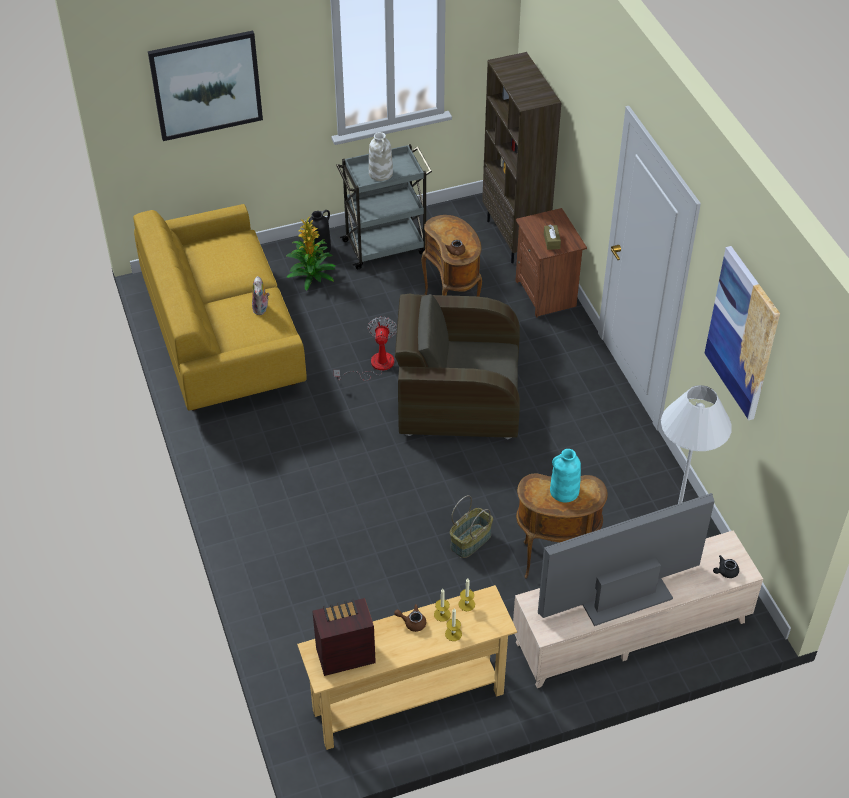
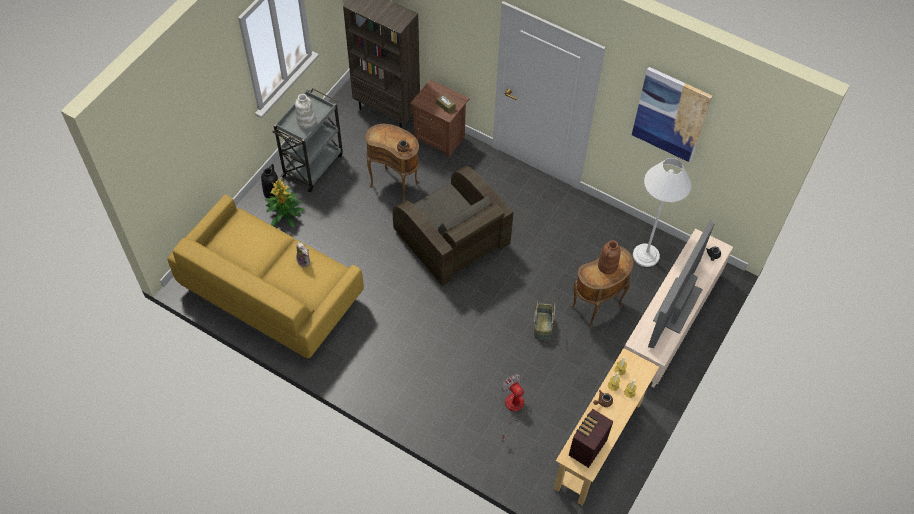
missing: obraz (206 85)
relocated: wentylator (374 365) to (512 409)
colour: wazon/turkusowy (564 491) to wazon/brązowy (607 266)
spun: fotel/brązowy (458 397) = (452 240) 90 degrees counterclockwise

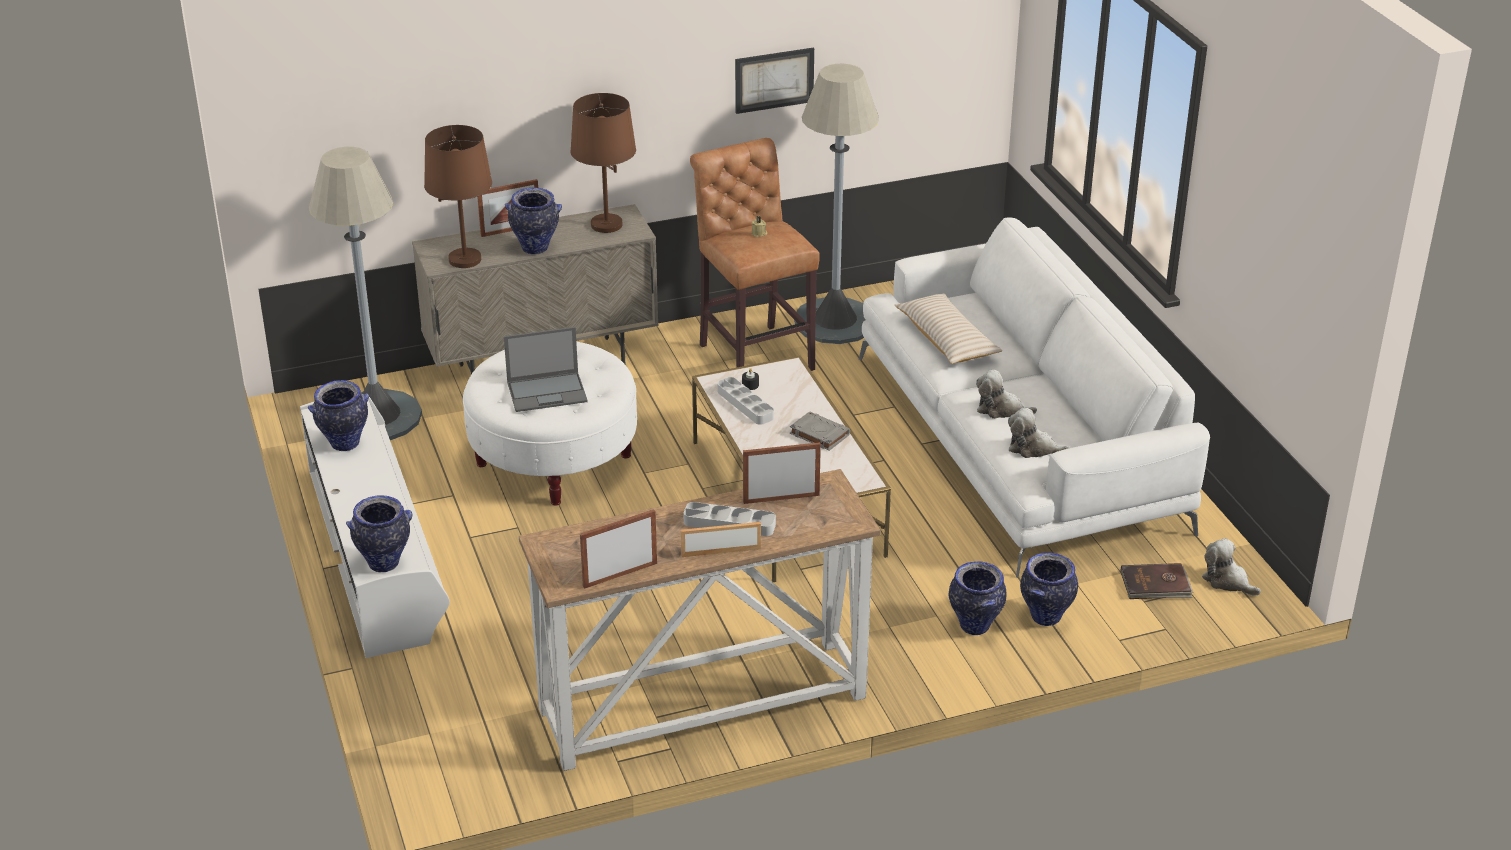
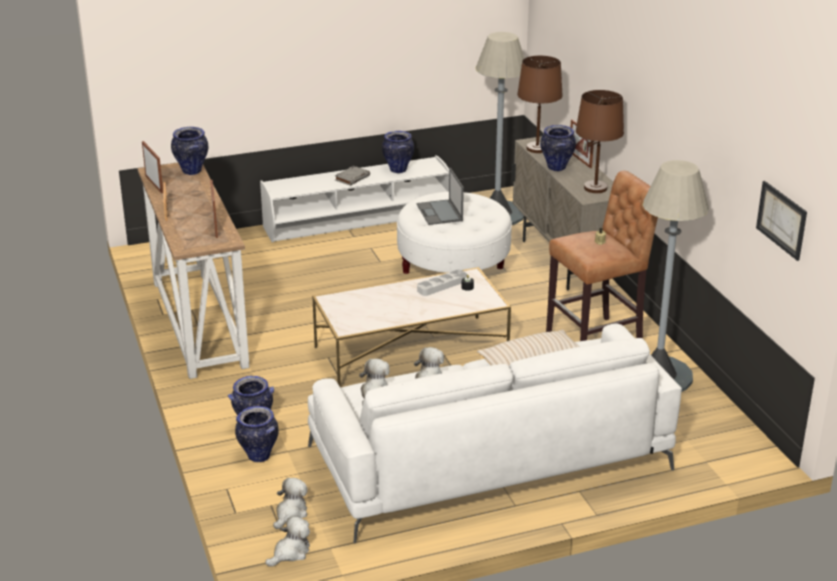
missing: taca/szary (729 523)
relocated: obraz (774 80) to (782 220); książka/szary (818 434) to (352 178); wazon (384 563) to (192 171)
exchanged: książka/brązowy (1156 585) to pluszak (290 513)

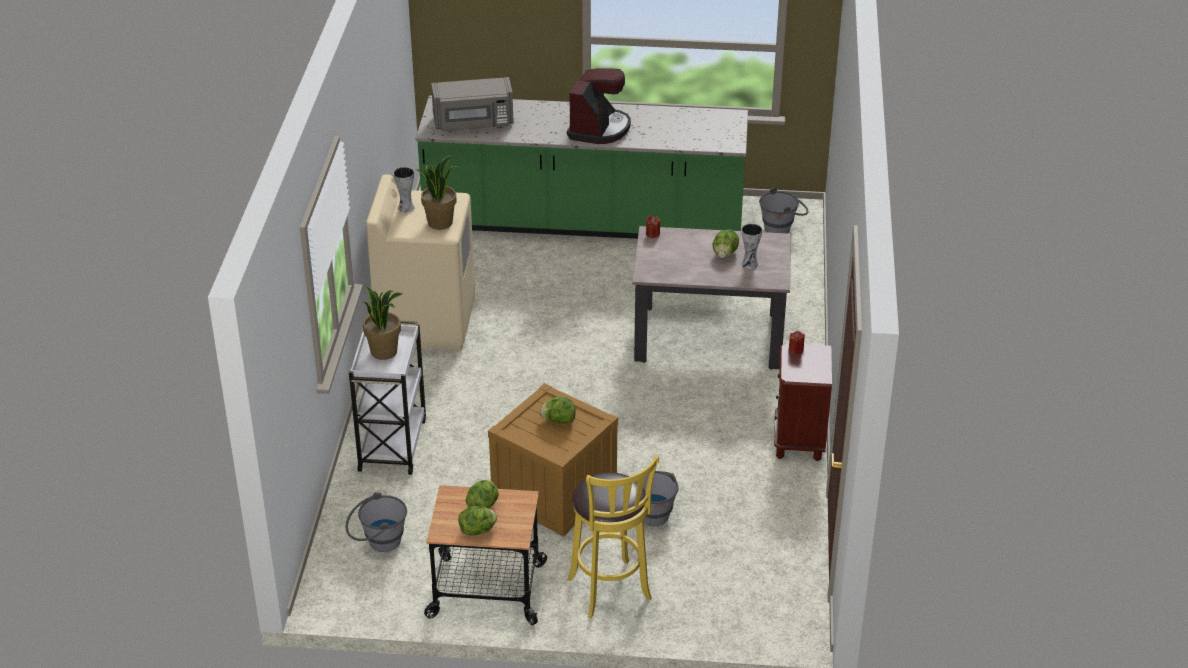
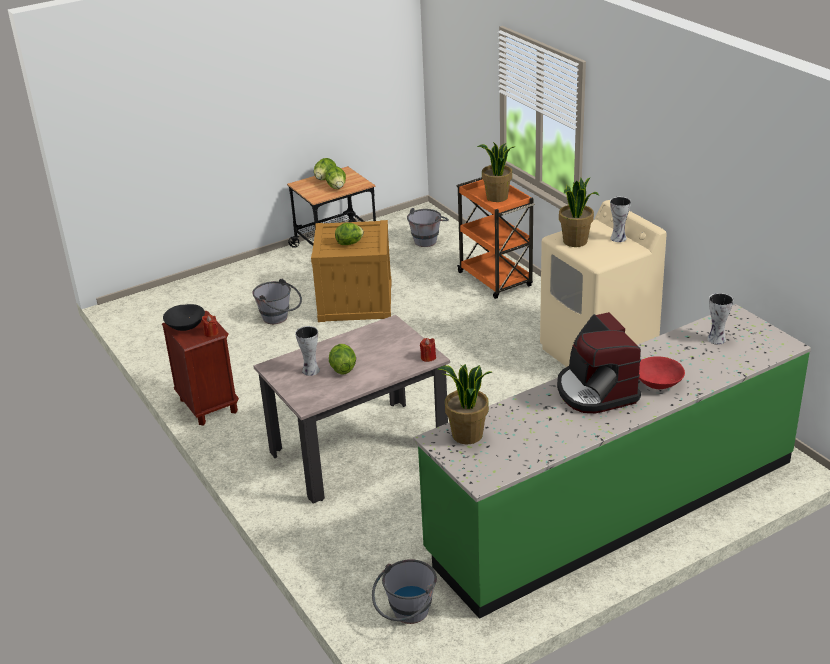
missing: stołek/żółty (611 592)
appeared: miska/czarny (185 326); miska/czerwony (658 383); roślina doniczkowa (467 435)
exchanged: mikrofalówka/szary (473 123) to wazon (716 340)
colour: wózek/biały (392 443) to wózek/pomarańczowy (496 280)

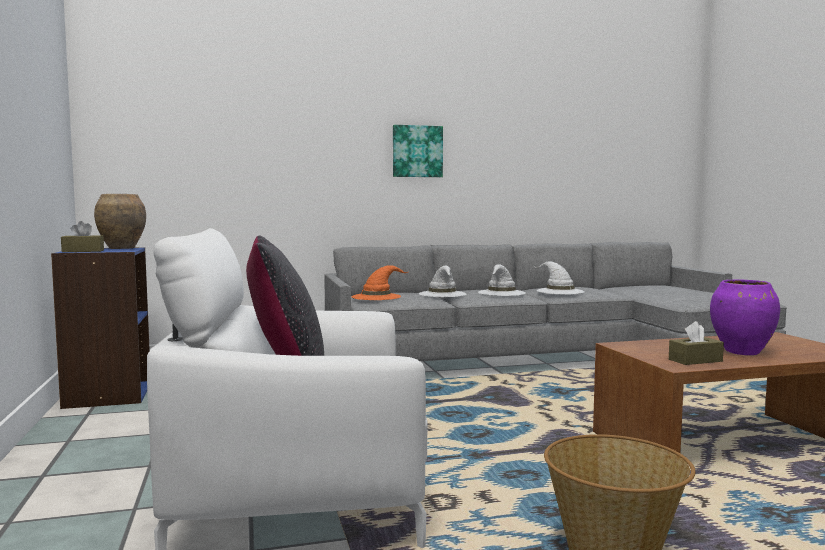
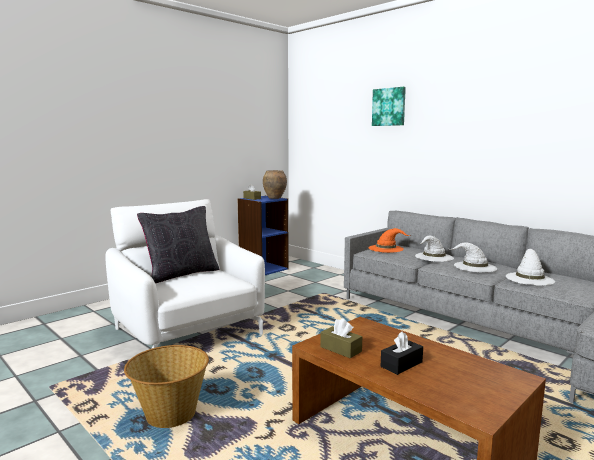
relocated: obraz (417 151) to (389 107)
exchanged: wazon/fioletowy (743 352) to pudełko chusteczek/czarny (401 364)

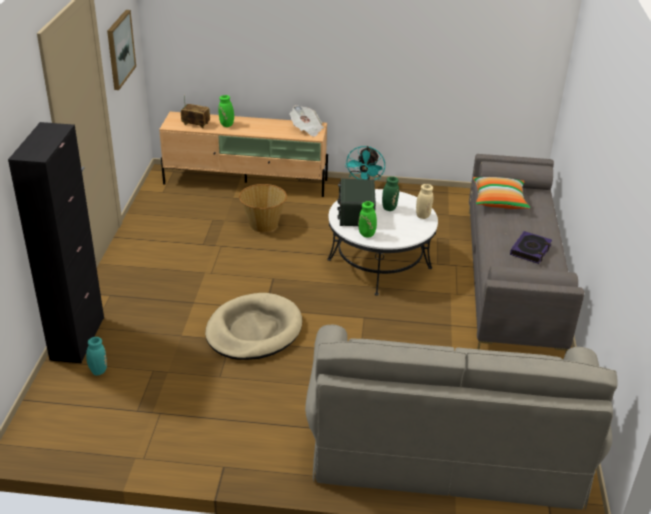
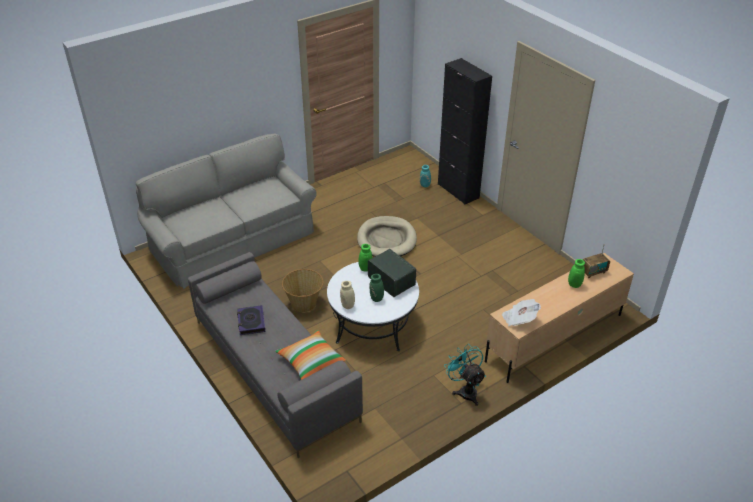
missing: obraz (120 49)
relocated: koszyk (263 224) to (304 303)

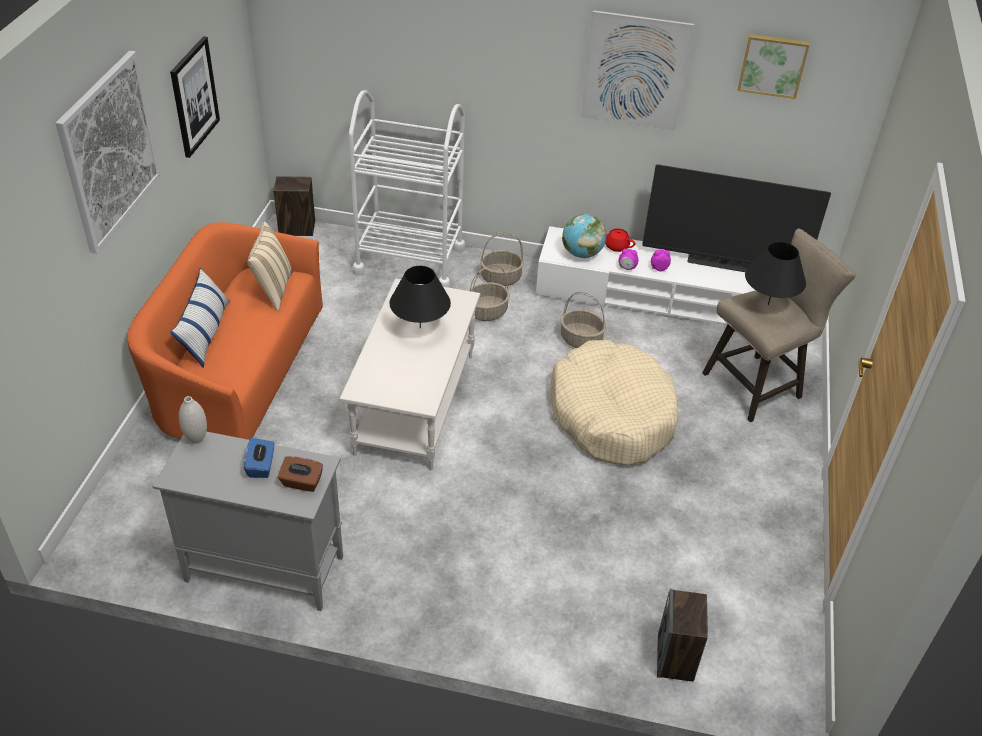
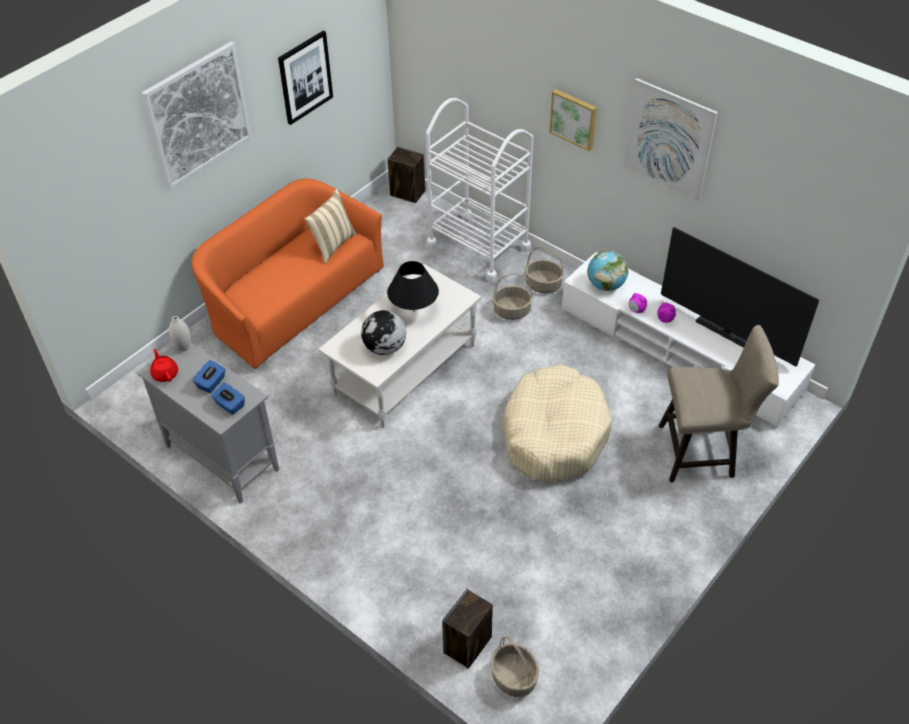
missing: lampa stołowa/czarny (768 304); poduszka (205 332)
appeared: globus (384 348)
relocated: obraz (772 65) to (574 118); imbryk/czerwony (616 246) to (165 374); koszyk (581 339) to (514 678)
colour: pudełko chusteczek/brązowy (301 483) to pudełko chusteczek/niebieski (229 405)

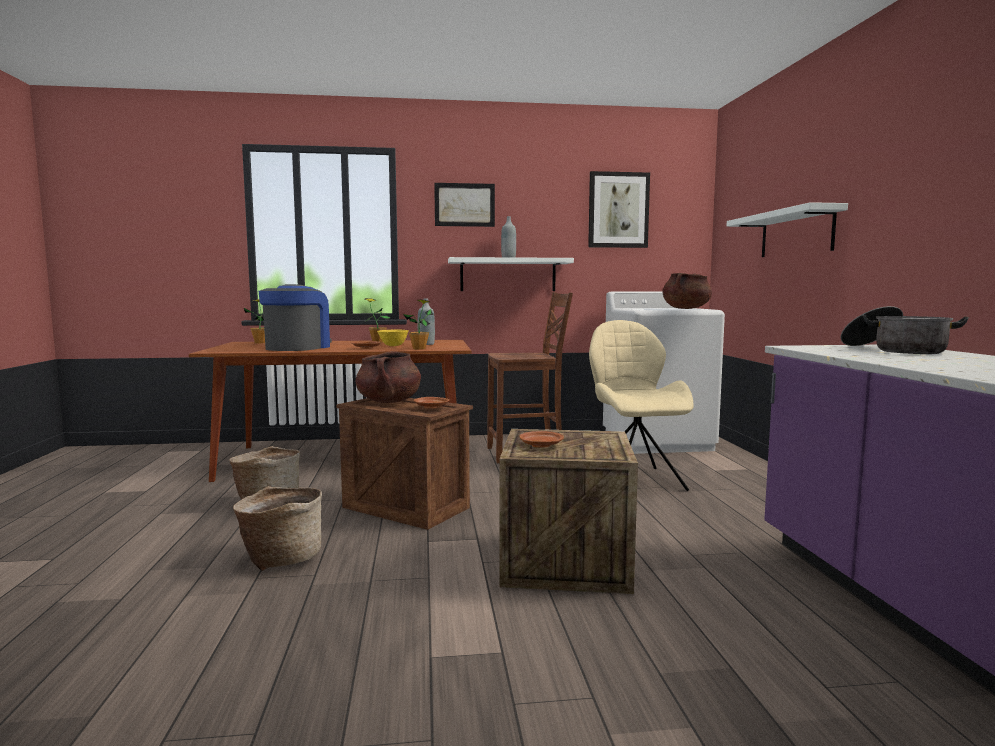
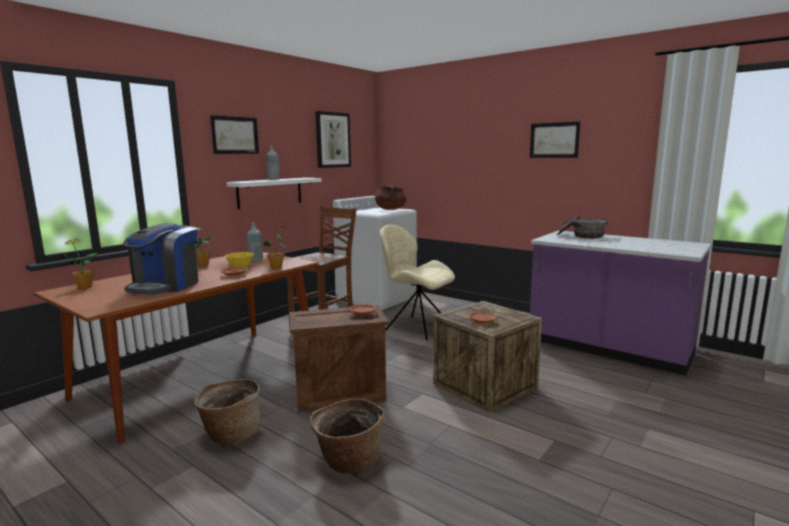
missing: półka/biały (796 233); garnek/brązowy (389 402)
appeared: obraz (554 140)
spun: ekspres do kawy (298 347) = (166 286) 135 degrees counterclockwise

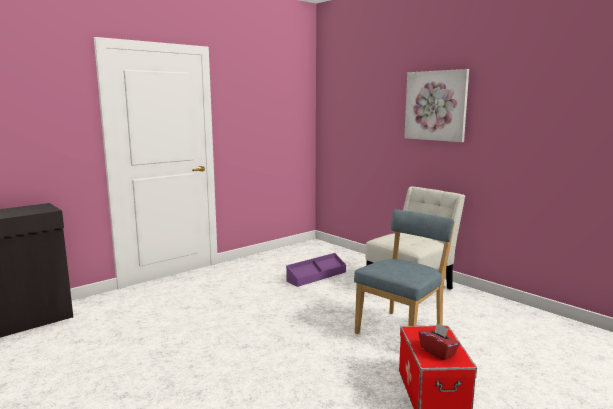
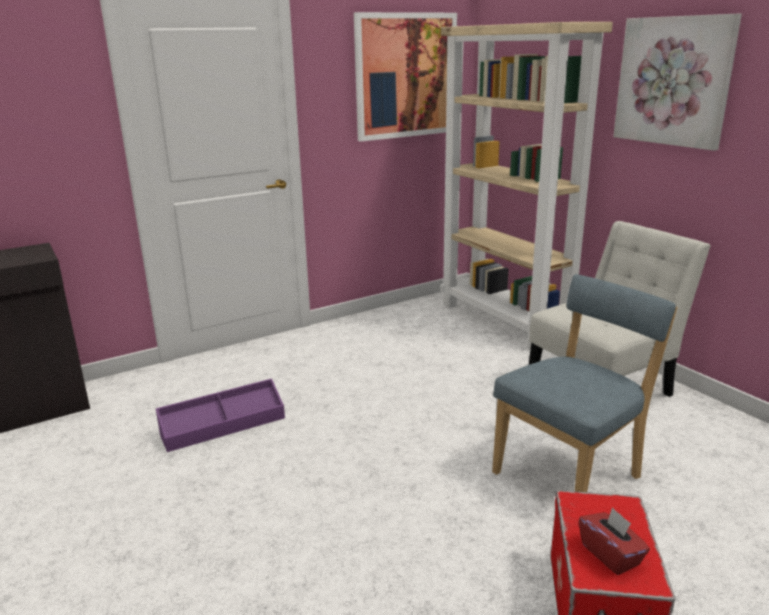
appeared: obraz (406 76); regał/beżowy (505 321)
relocated: pojemnik do przechowywania/fioletowy (316 276) to (223 426)

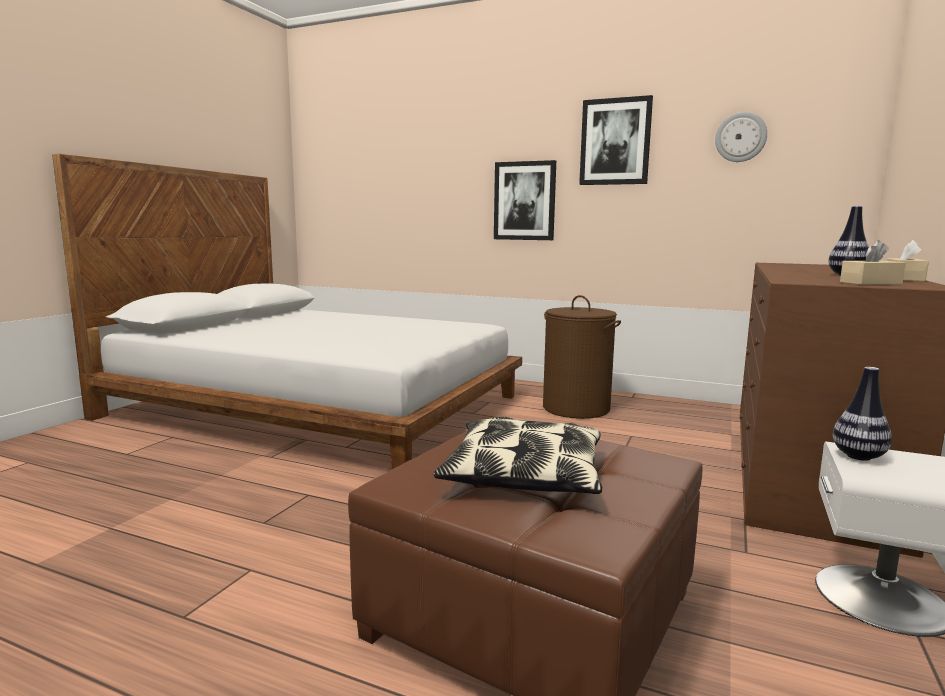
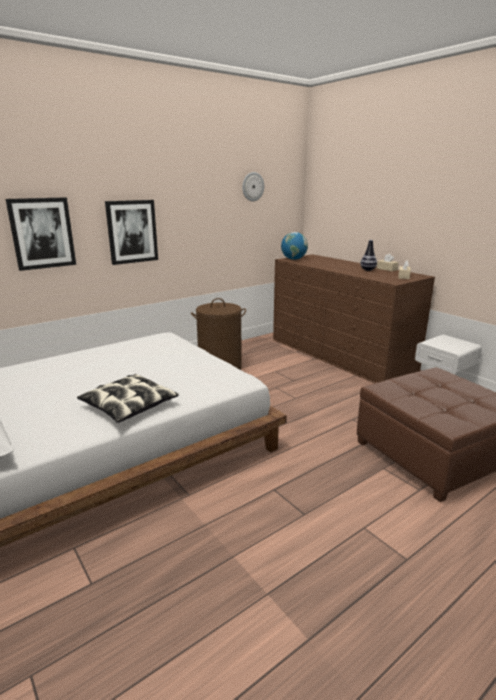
missing: wazon (858 456)
appeared: globus (294 259)
relocated: obraz (615 142) to (42 233); poduszka (524 475) to (129 406)

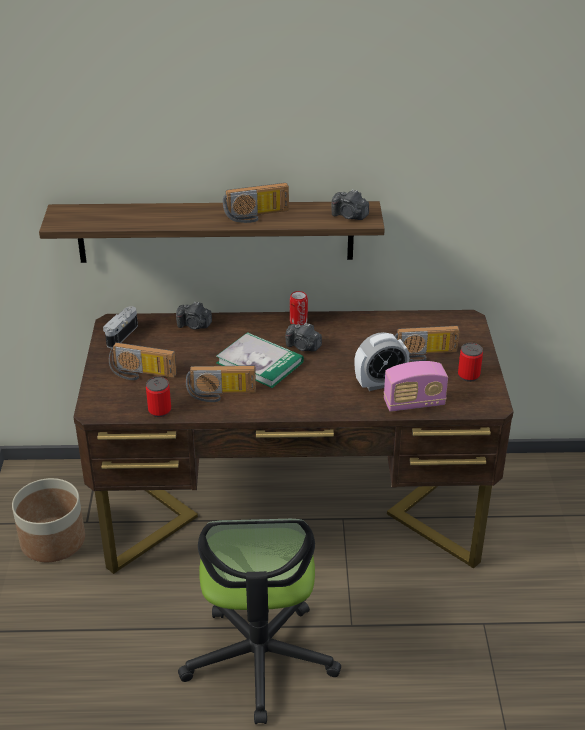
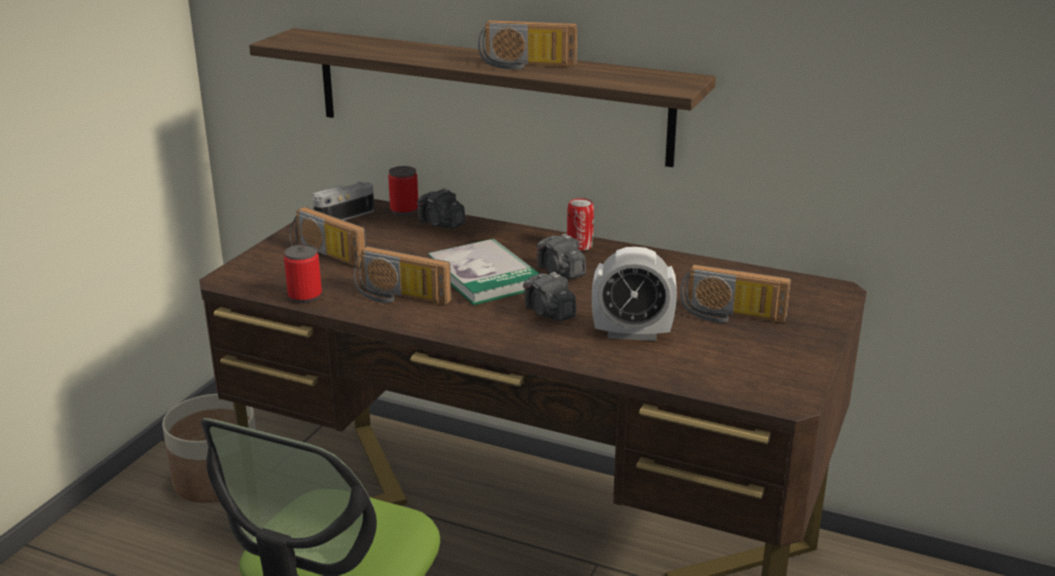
missing: radio (414 403)
relocated: aparat fotograficzny (349 216) to (549 313); puszka (468 375) to (404 210)

